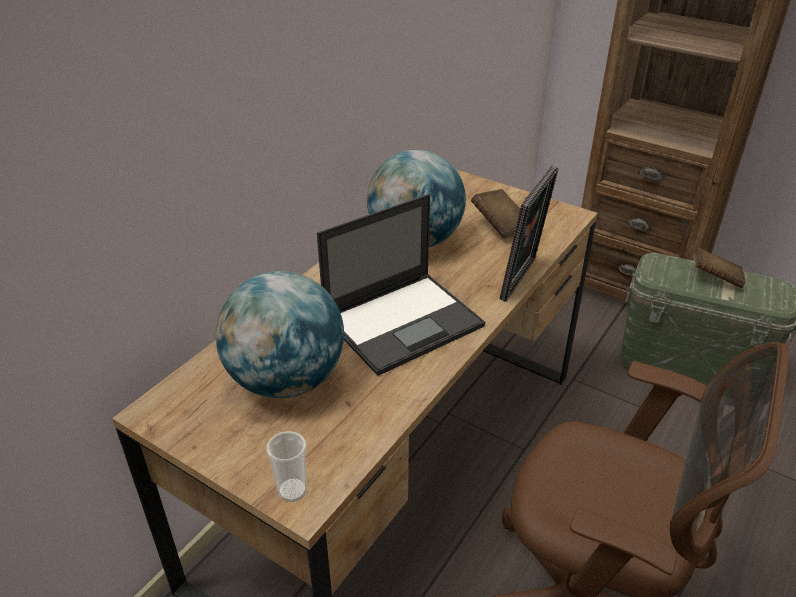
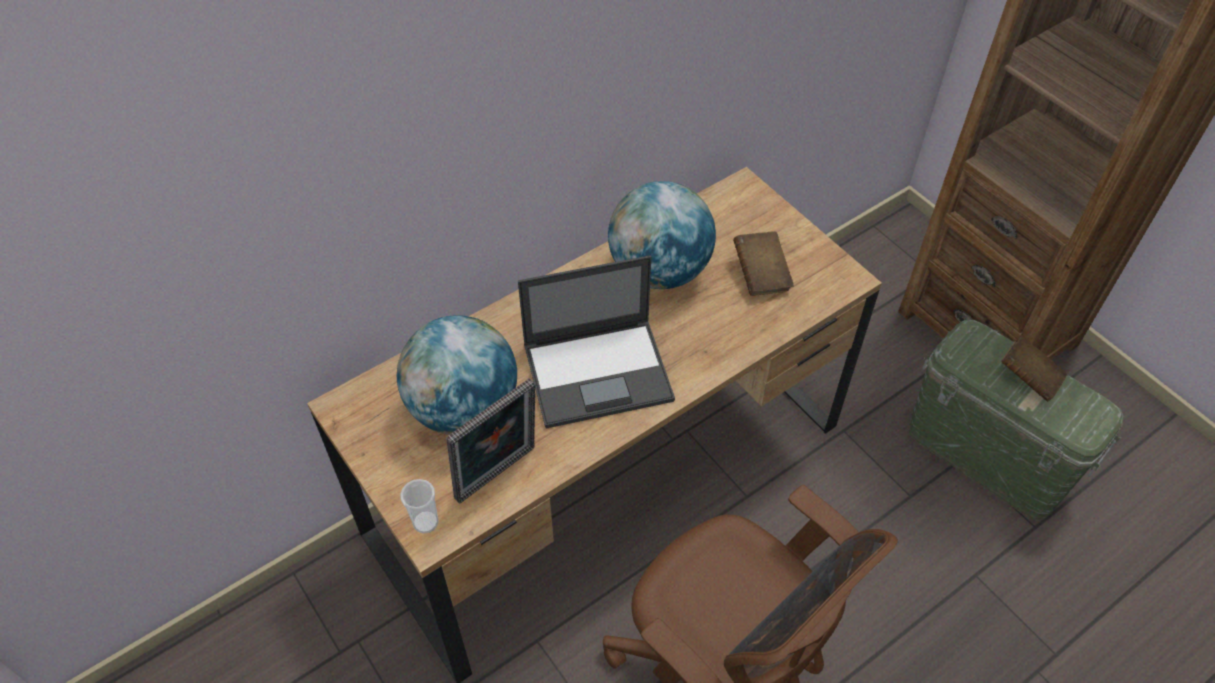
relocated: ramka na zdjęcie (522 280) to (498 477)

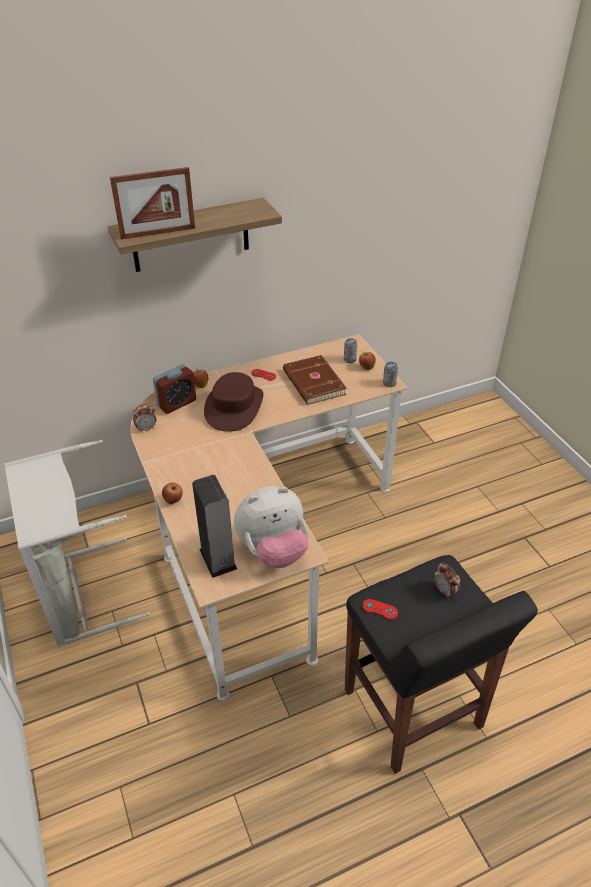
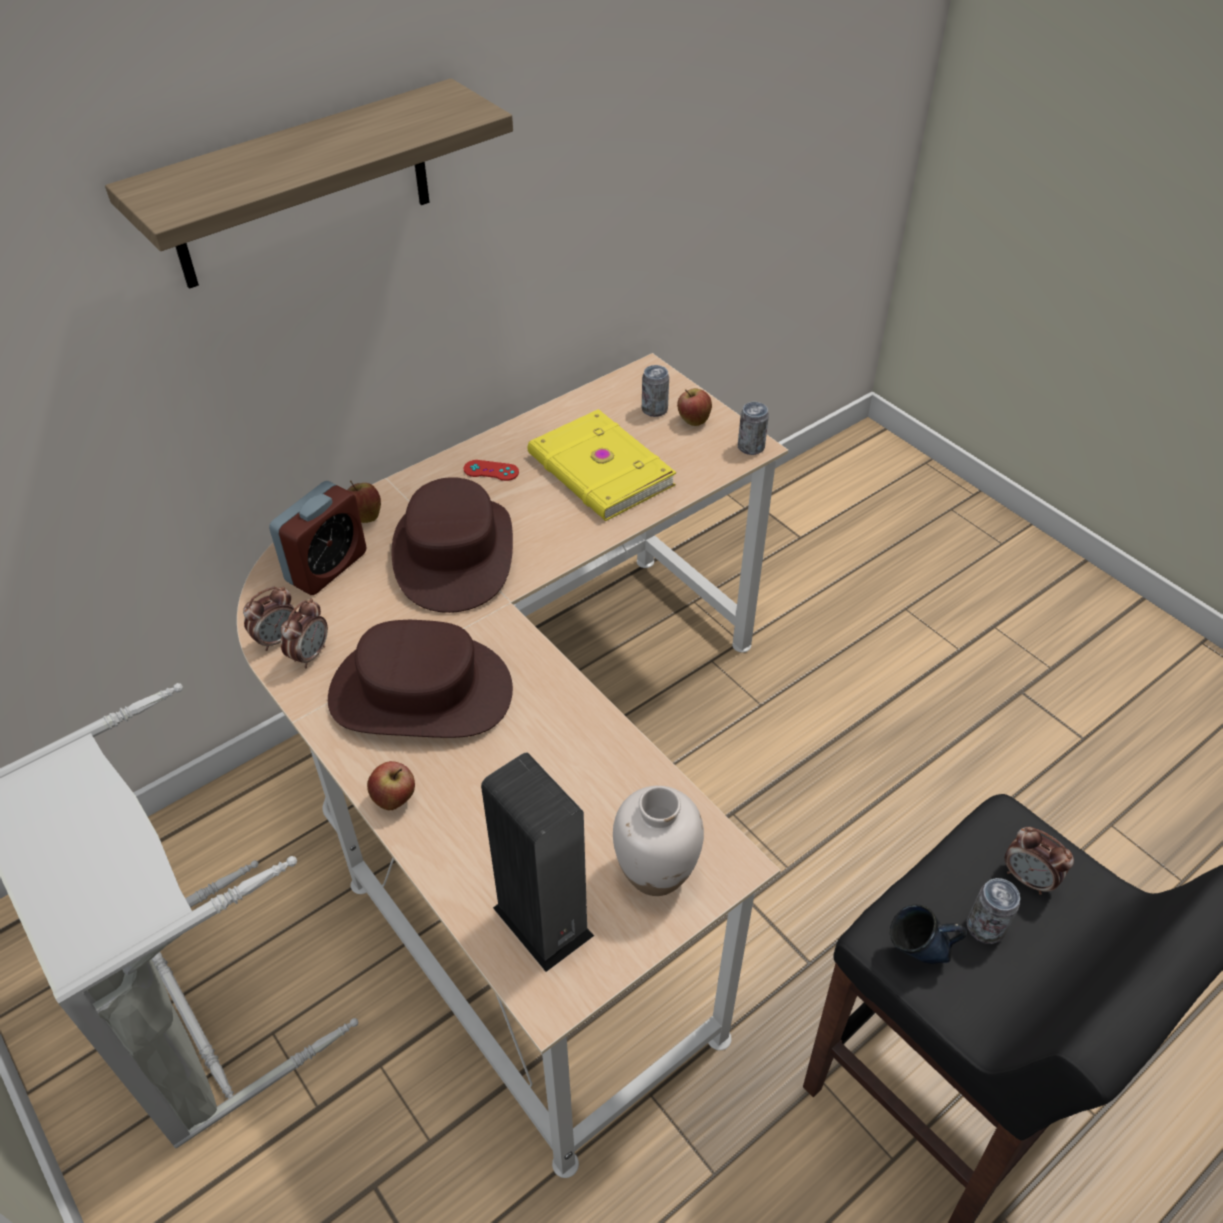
missing: ramka na zdjęcie (158 233)
appeared: budzik (310 654); kapelusz/brązowy (421 692); puszka (985 927)
exchanged: pluszak (273 550) to wazon/biały (656 872); pad do gier/czerwony (380 609) to kubek/niebieski (918 954)
colour: książka/brązowy (313 383) to książka/żółty (599 471)

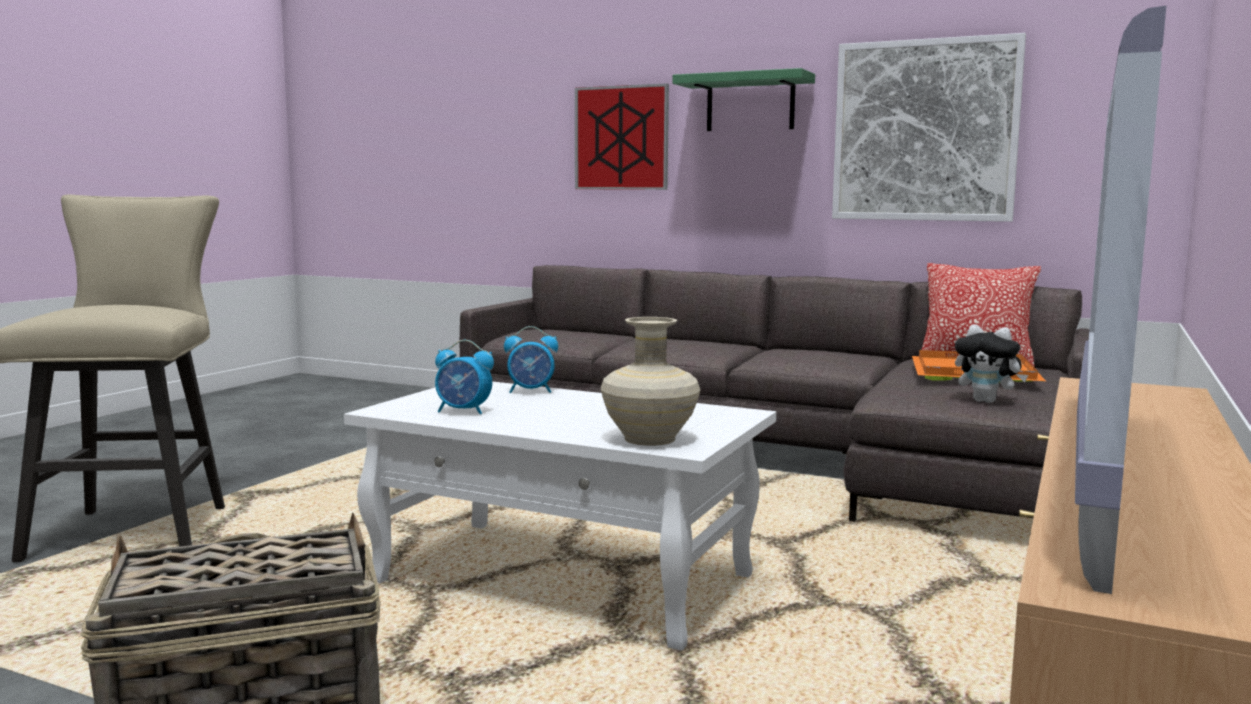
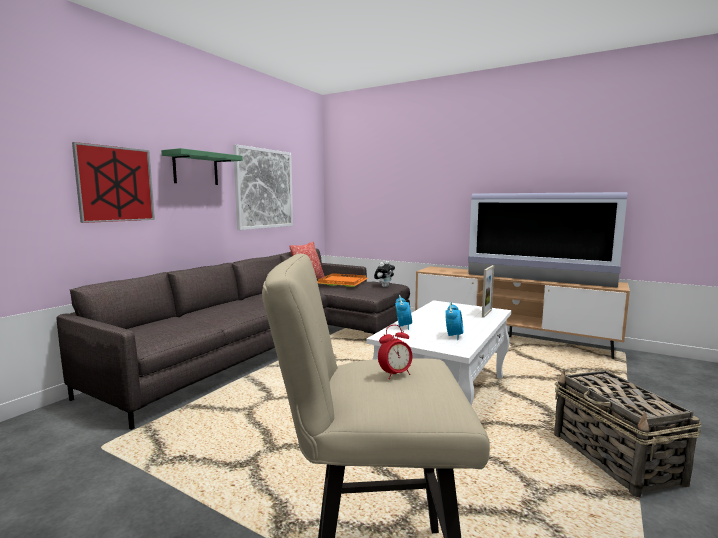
appeared: budzik (395 374)
exchanged: wazon/beżowy (651 439) to ramka na zdjęcie (486 313)

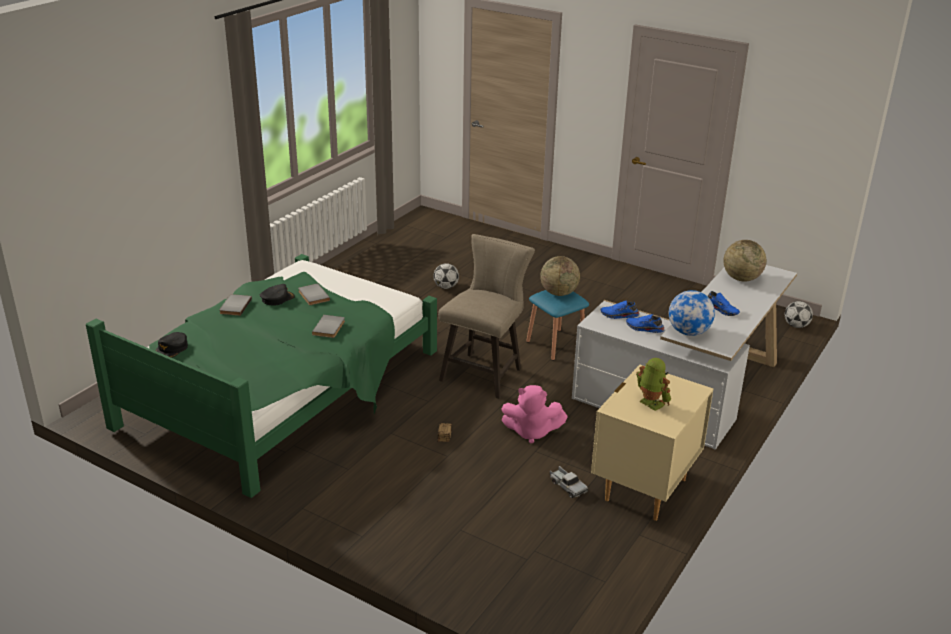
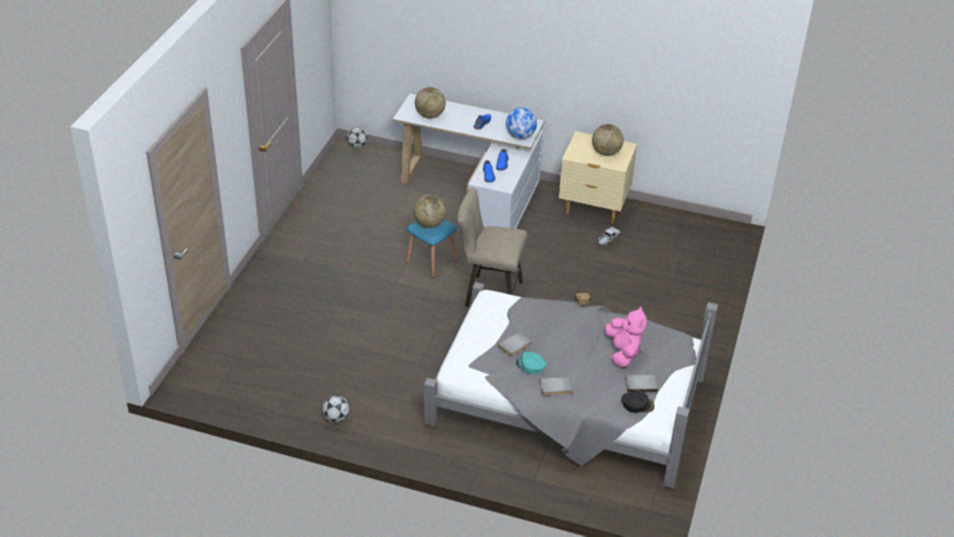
relocated: piłka futbolowa (446 287) to (336 418); książka/szary (330 328) to (640 383); pluszak/różowy (531 432) to (623 352)
exchanged: robot zabawkowy (650 404) to globus (606 153)
colour: łóżko/zielony (284 391) to łóżko/szary (566 402); czapka z daszkiem/czarny (277 298) to czapka z daszkiem/turkusowy (530 365)

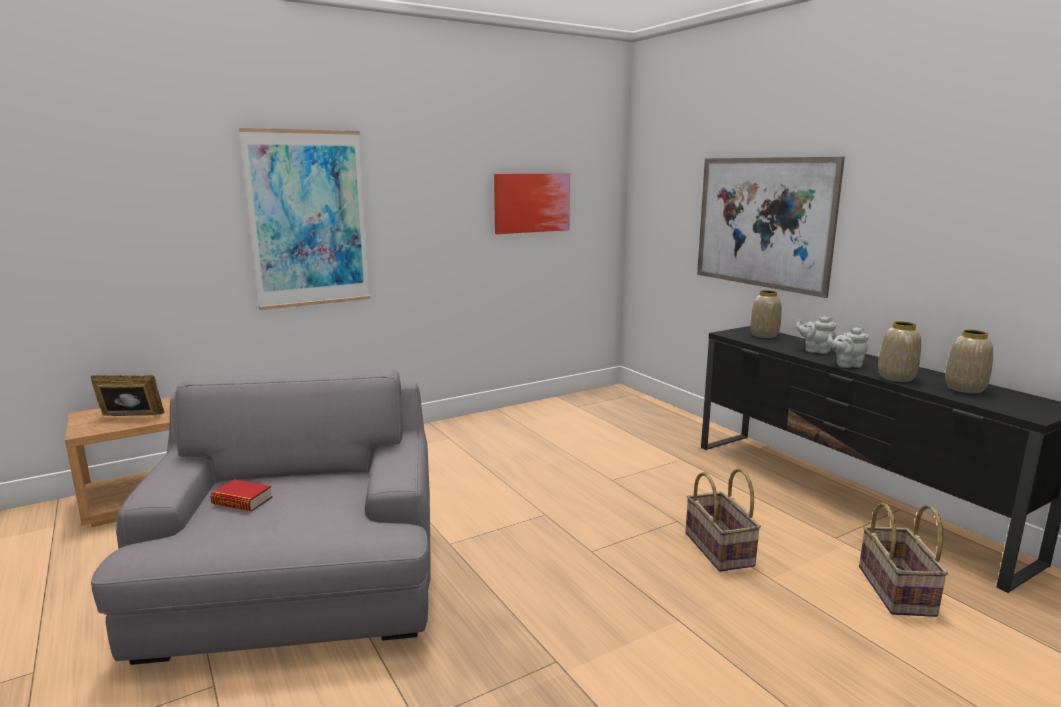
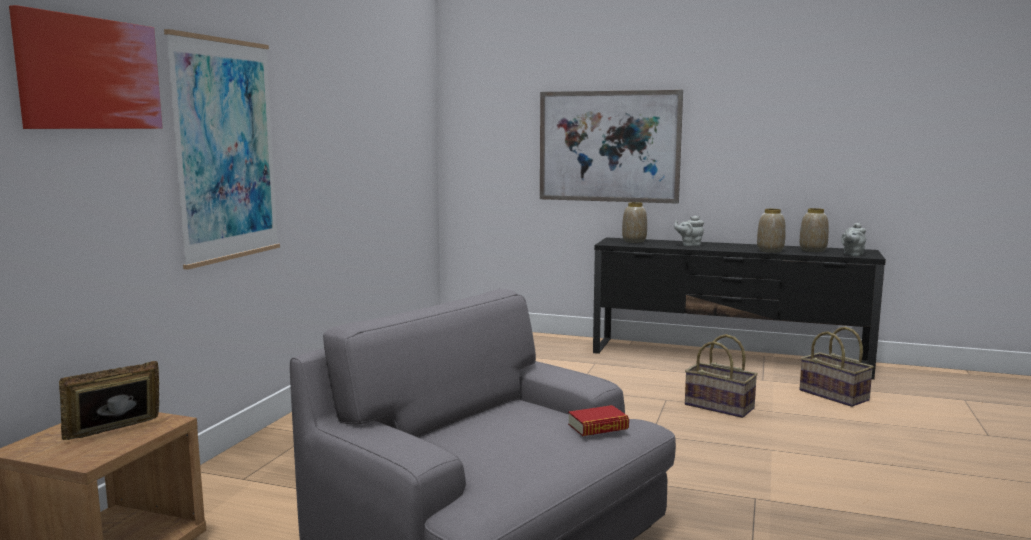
relocated: obraz (532 203) to (90 73); imbryk/szary (846 365) to (852 254); książka (242 501) to (598 427)

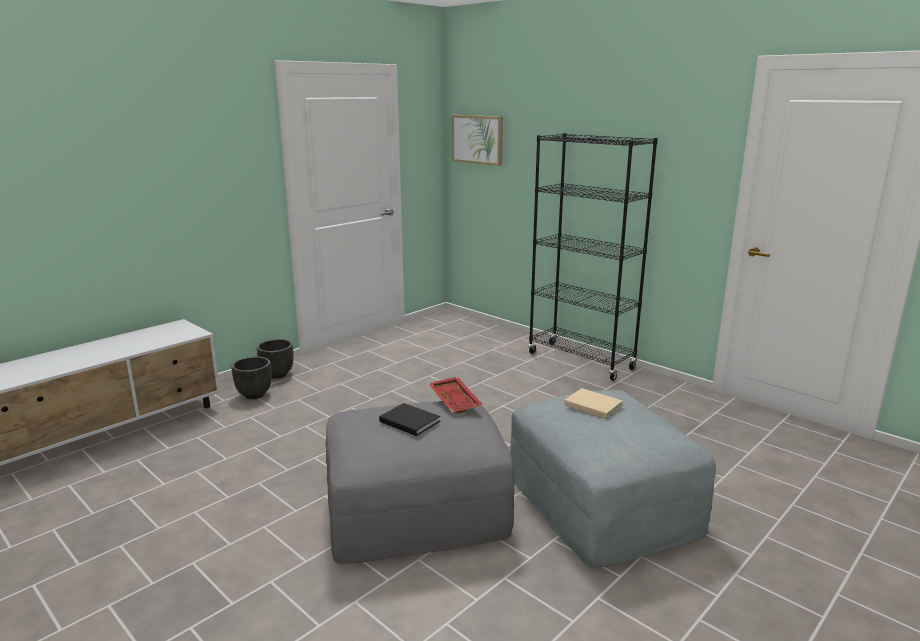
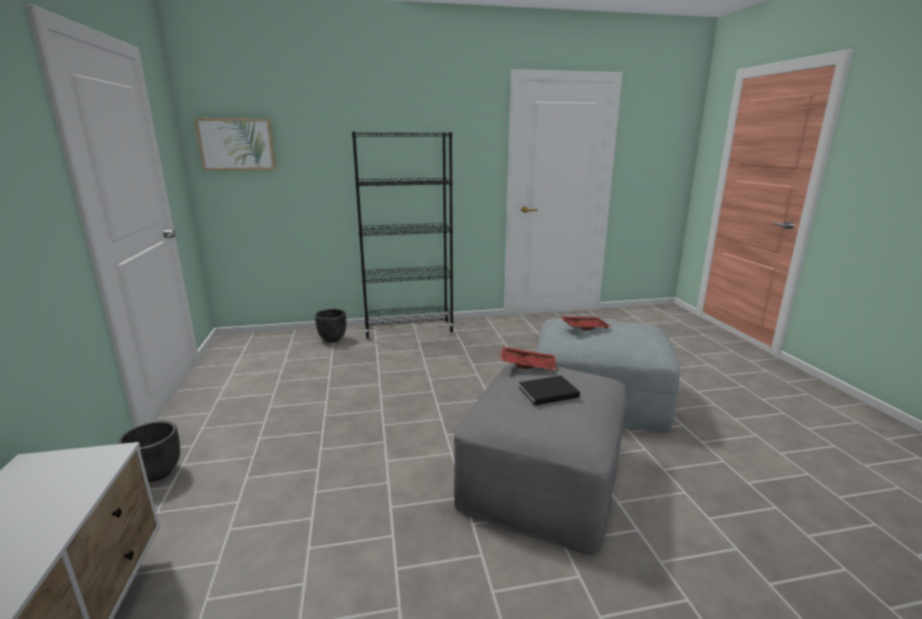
relocated: donica/czarny (254 395) to (332 339)
exchanged: książka/beżowy (592 404) to taca/czerwony (584 327)

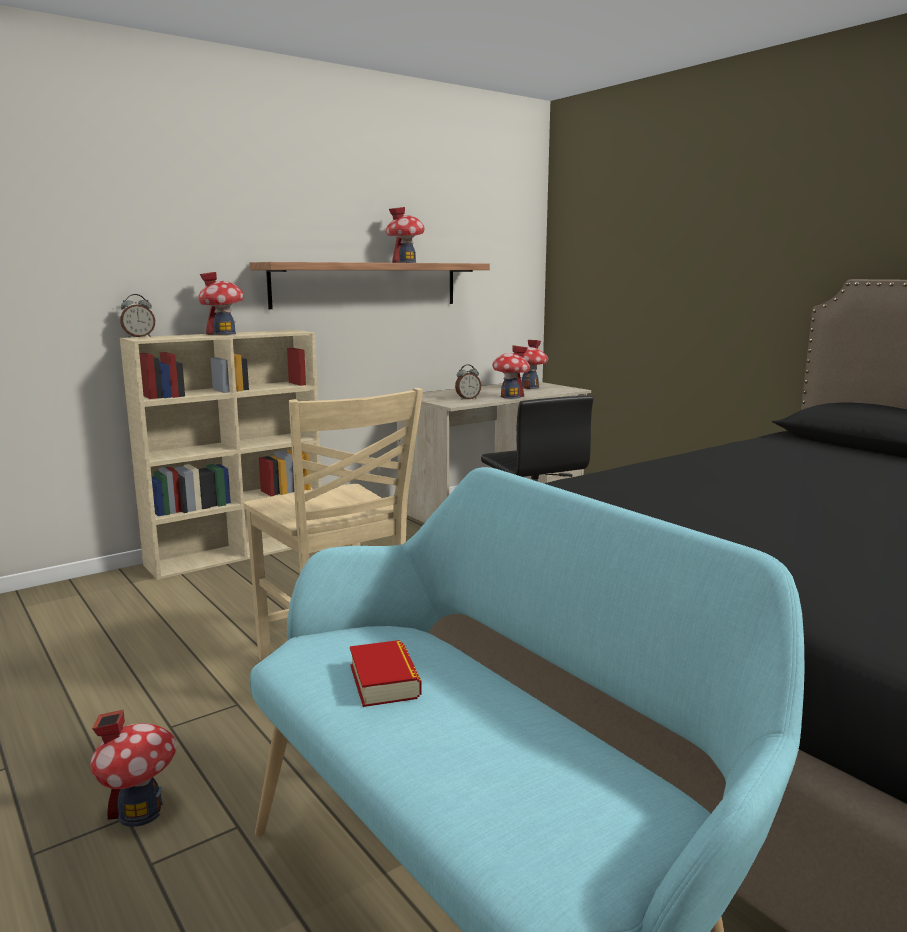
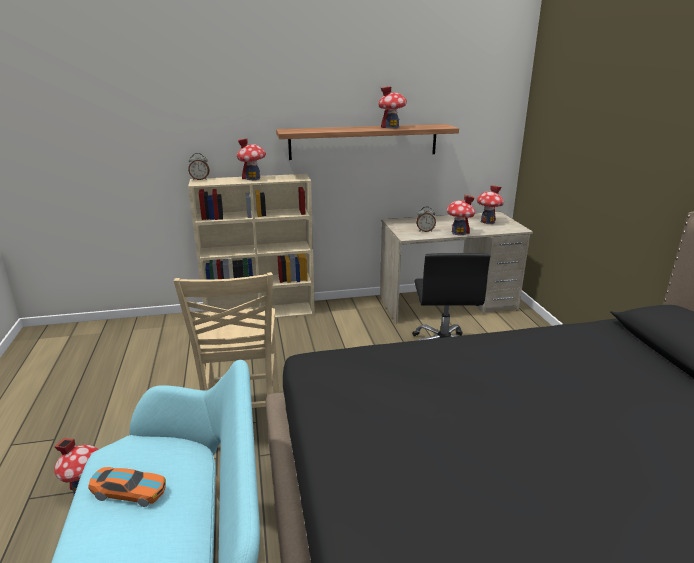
exchanged: książka (384 681) to samochodzik (129 491)

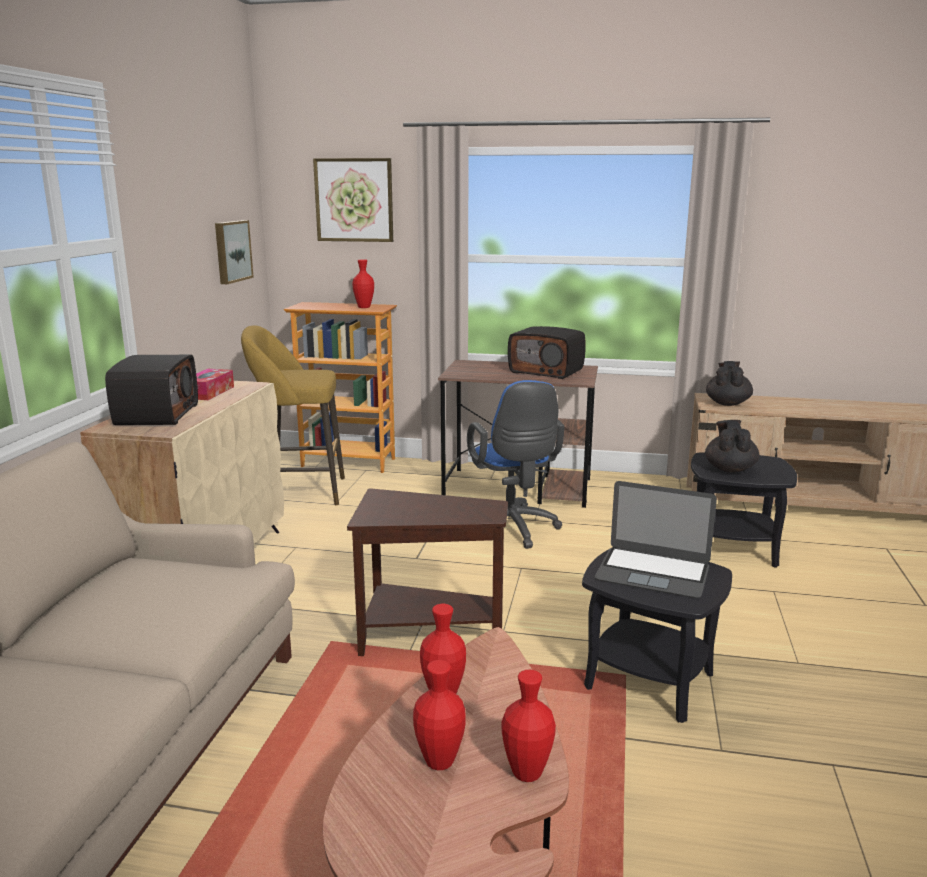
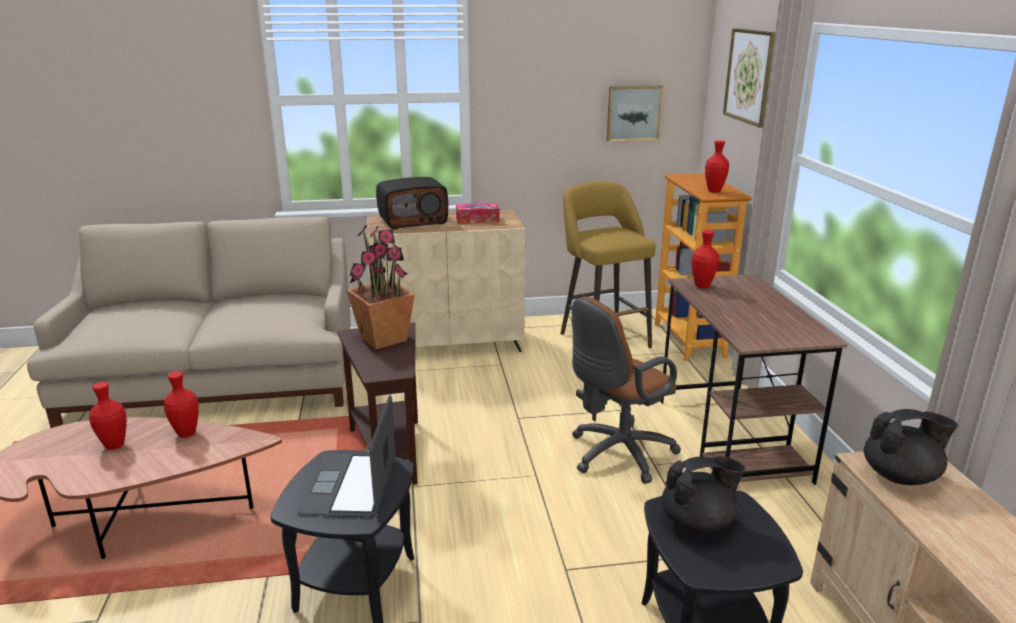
missing: radio (547 371)
appeared: roślina doniczkowa (384 339)
relocated: wazon/czerwony (527 773) to (702 286)
colour: krzesło biurowe/niebieski (512 530) to krzesło biurowe/brązowy (616 455)

